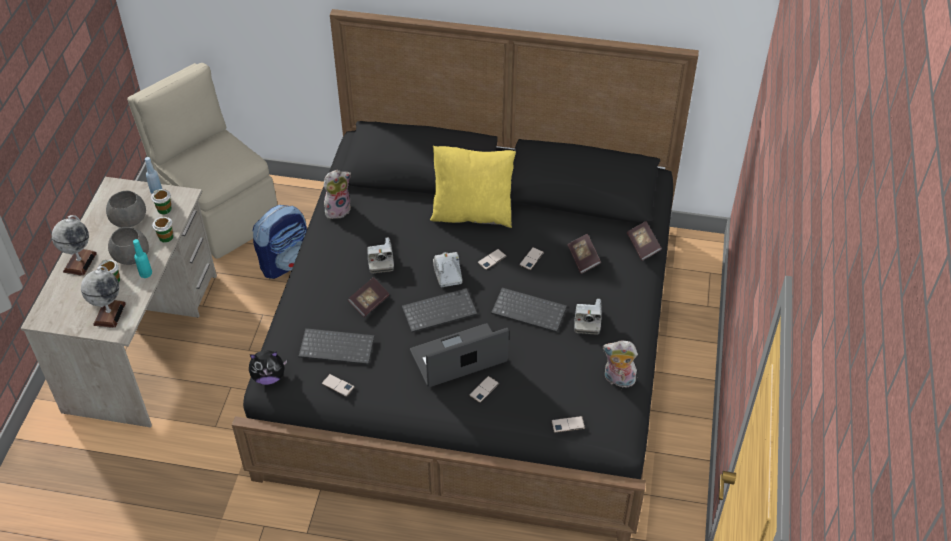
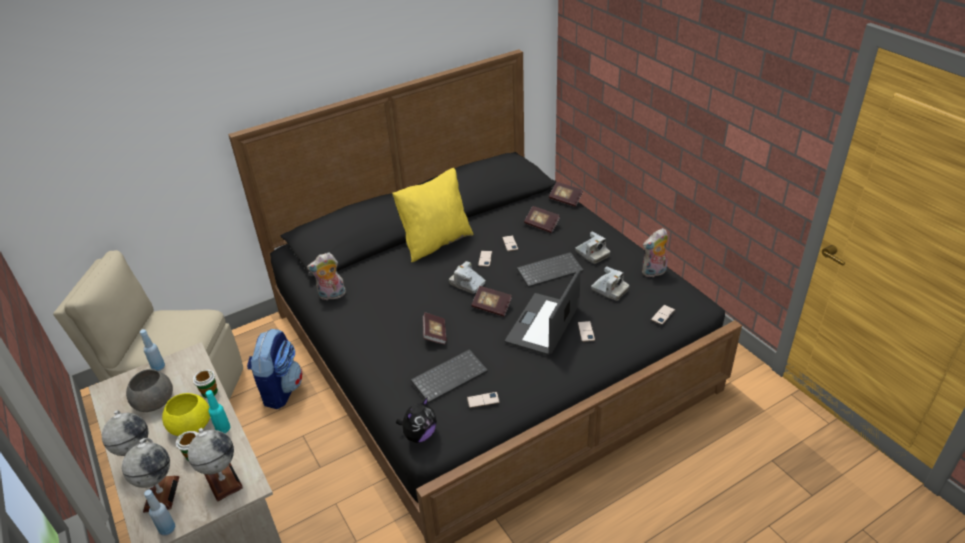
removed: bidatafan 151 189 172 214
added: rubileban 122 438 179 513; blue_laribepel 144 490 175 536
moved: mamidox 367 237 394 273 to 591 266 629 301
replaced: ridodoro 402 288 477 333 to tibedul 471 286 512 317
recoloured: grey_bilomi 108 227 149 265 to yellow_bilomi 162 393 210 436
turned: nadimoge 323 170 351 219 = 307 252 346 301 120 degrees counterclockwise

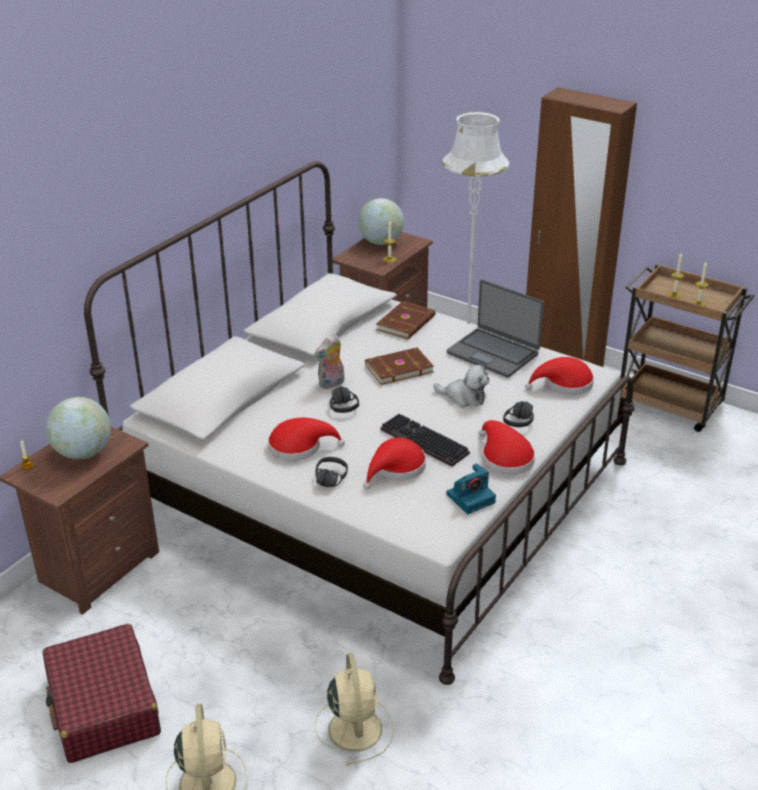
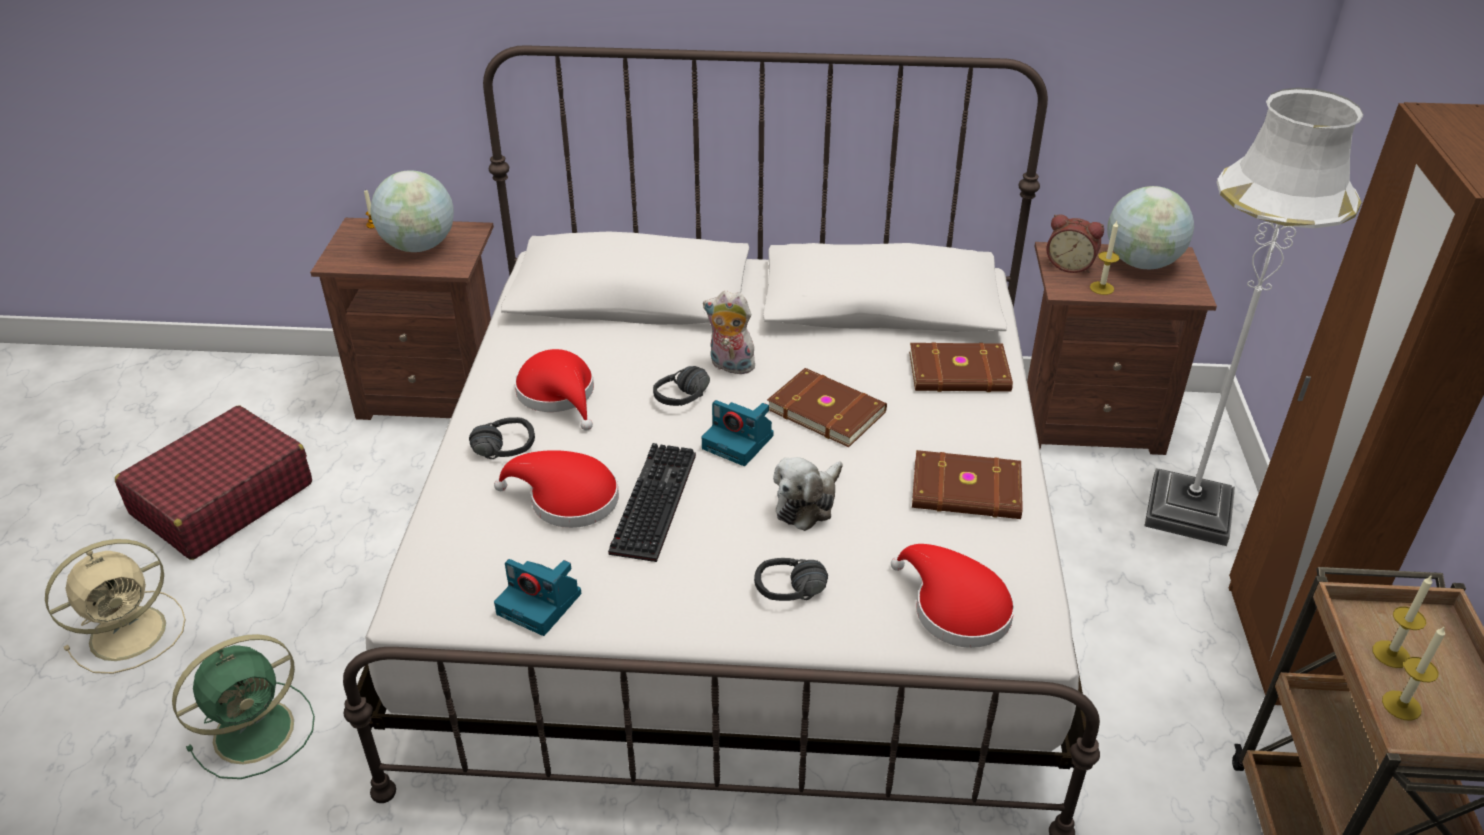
removed: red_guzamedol 479 420 535 475
added: mamidox 701 400 774 466; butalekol 1047 214 1104 273
replaced: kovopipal 447 280 544 378 to brown_tibedul 912 450 1023 519
recoloured: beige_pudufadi 314 653 394 766 to green_pudufadi 172 634 315 779
turned: nadimoge 433 365 489 407 = 773 457 842 531 45 degrees clockwise

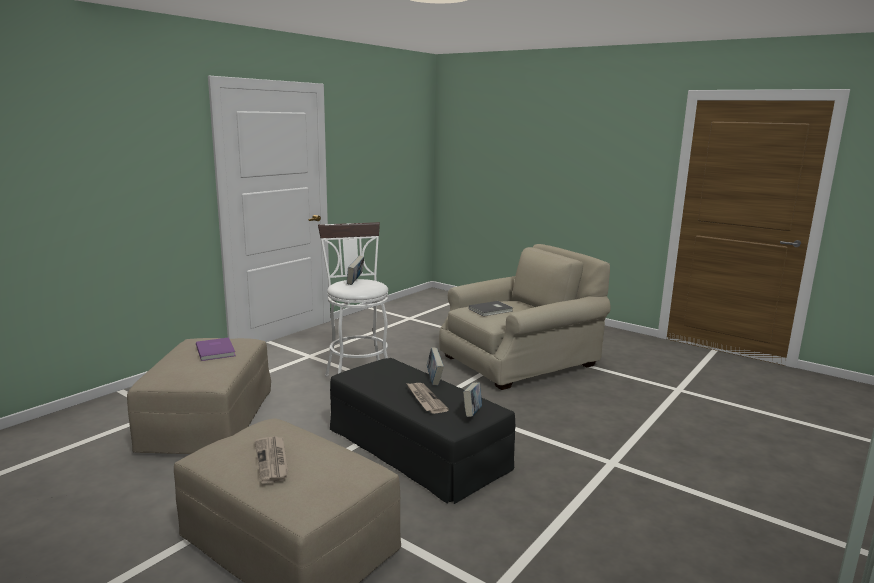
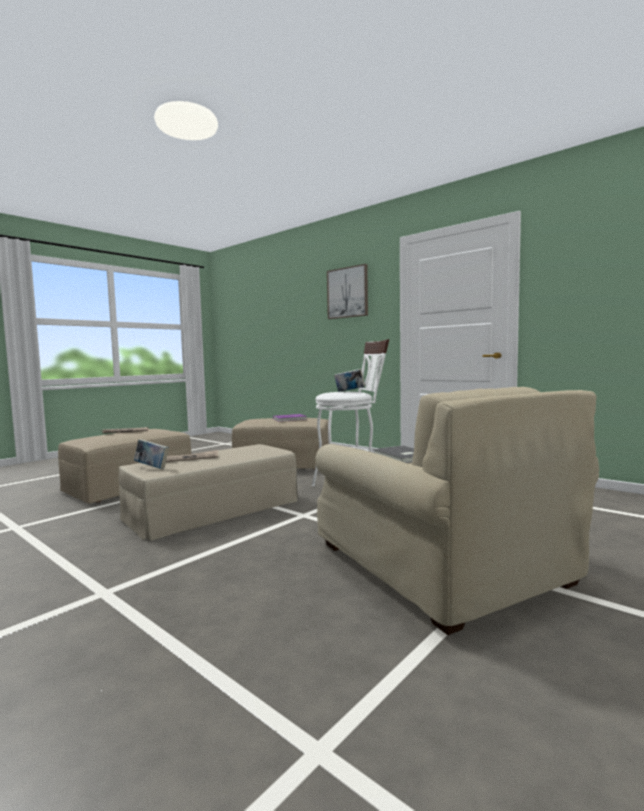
removed: tibedul 427 347 444 385
added: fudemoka 327 264 368 319
recoloured: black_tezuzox 330 358 515 504 to beige_tezuzox 118 444 298 541

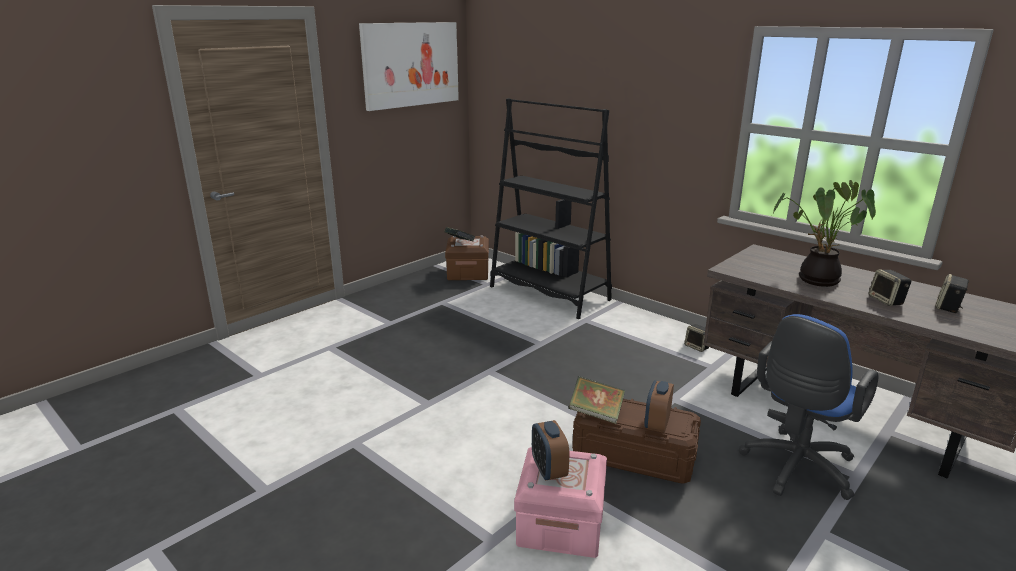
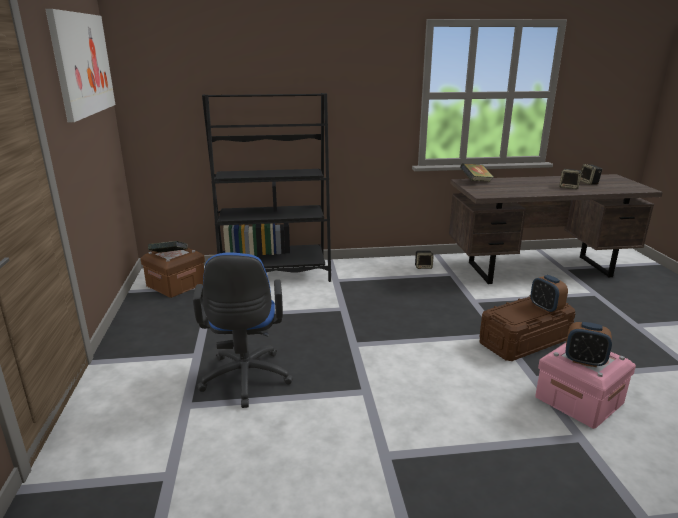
removed: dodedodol 772 180 876 287
moved: tibedul 569 376 626 424 to 460 163 493 182; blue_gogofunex 739 314 879 500 to 193 253 293 408

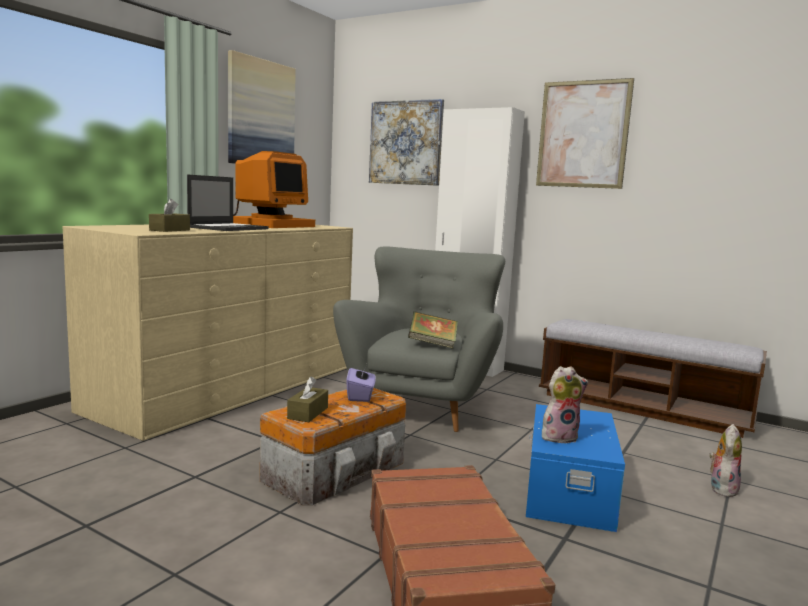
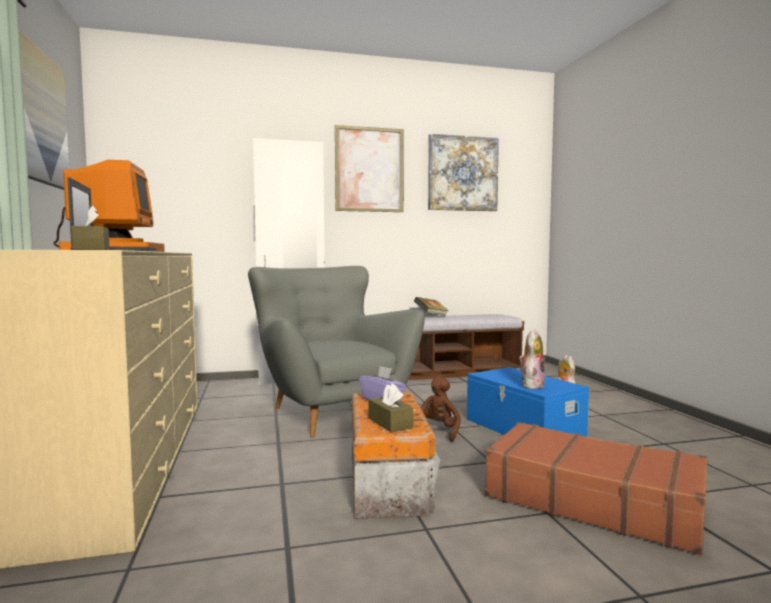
added: brown_nadimoge 421 376 461 442
moved: fudemoka 369 99 444 186 to 428 134 499 211; tibedul 408 311 458 348 to 414 297 449 316

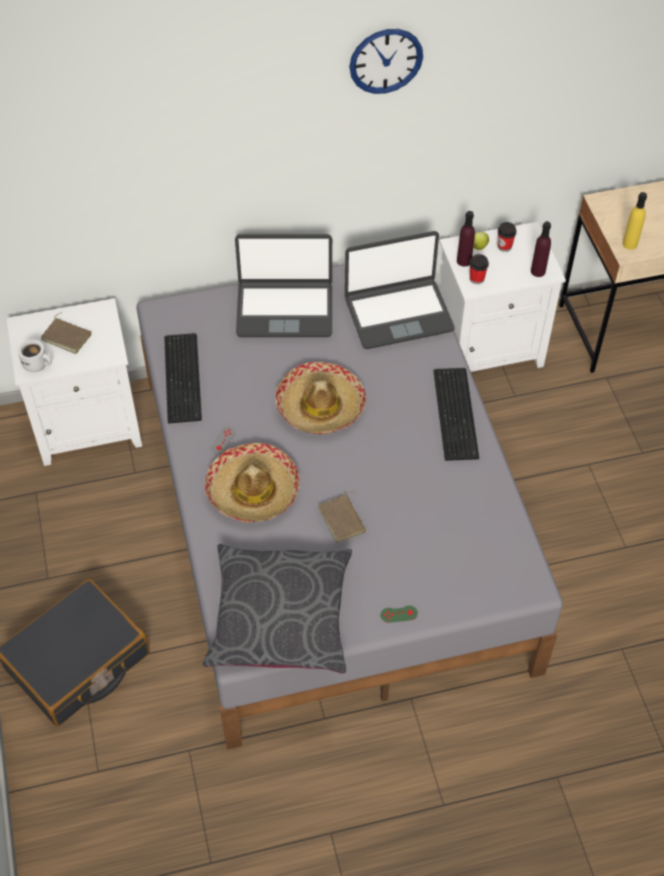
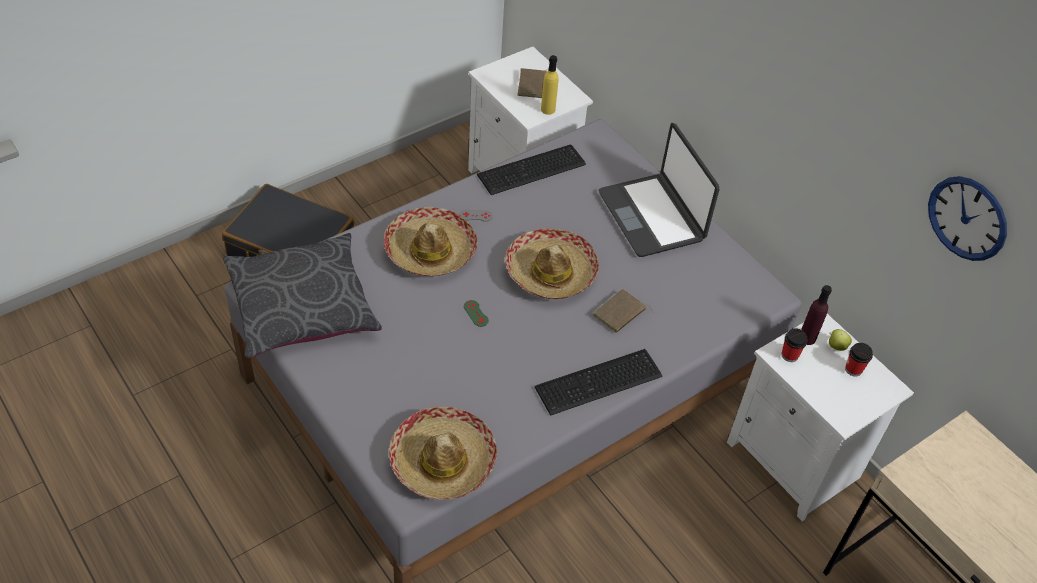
removed: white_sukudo 18 339 52 372; kovopipal 345 231 455 349; purple_laribepel 531 221 551 277
added: guzamedol 389 407 497 500
moved: brown_tibedul 318 492 366 543 to 593 289 654 333; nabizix 349 29 423 94 to 928 176 1007 261; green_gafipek 381 605 418 623 to 464 300 489 327; yellow_laribepel 622 192 647 250 to 541 55 559 115

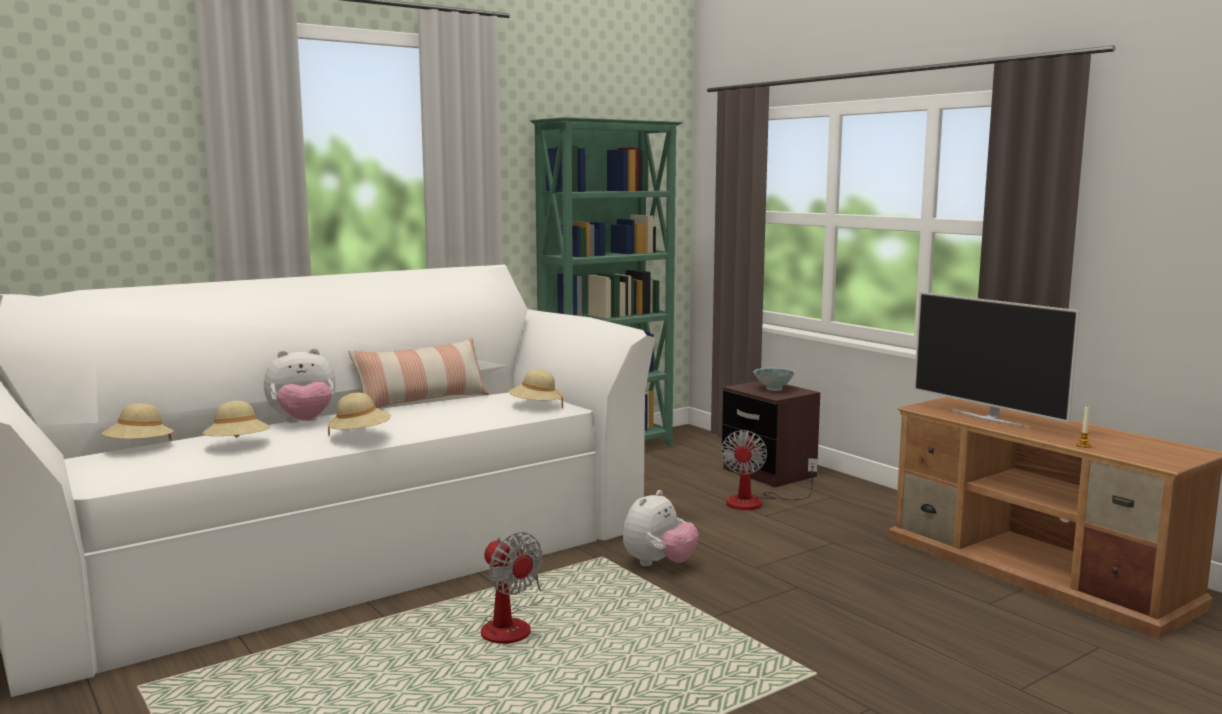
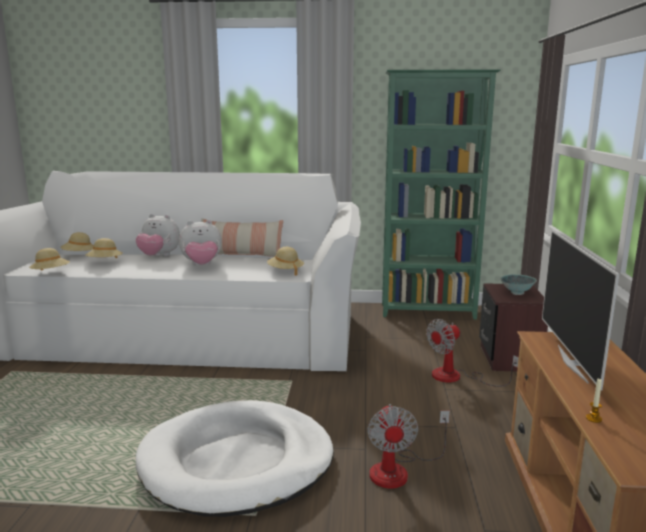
added: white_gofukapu 136 400 334 517
moved: beige_guzamedol 328 393 391 436 to 29 248 70 271; pudufadi 481 532 544 644 to 367 404 450 489; nadimoge 623 490 699 566 to 179 220 222 265

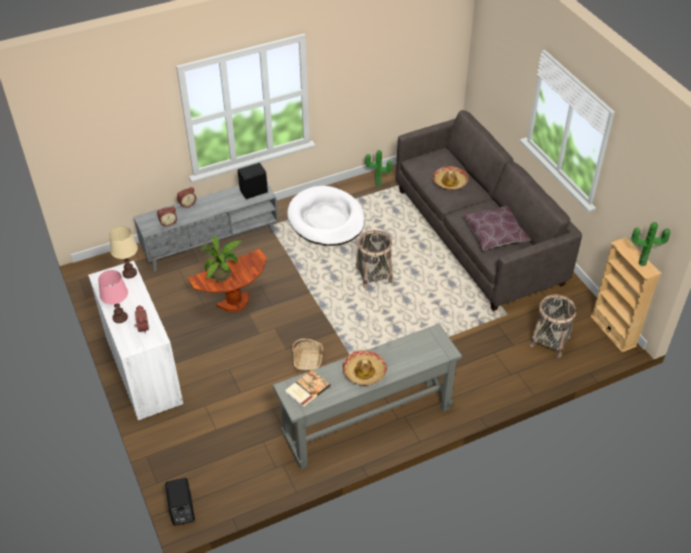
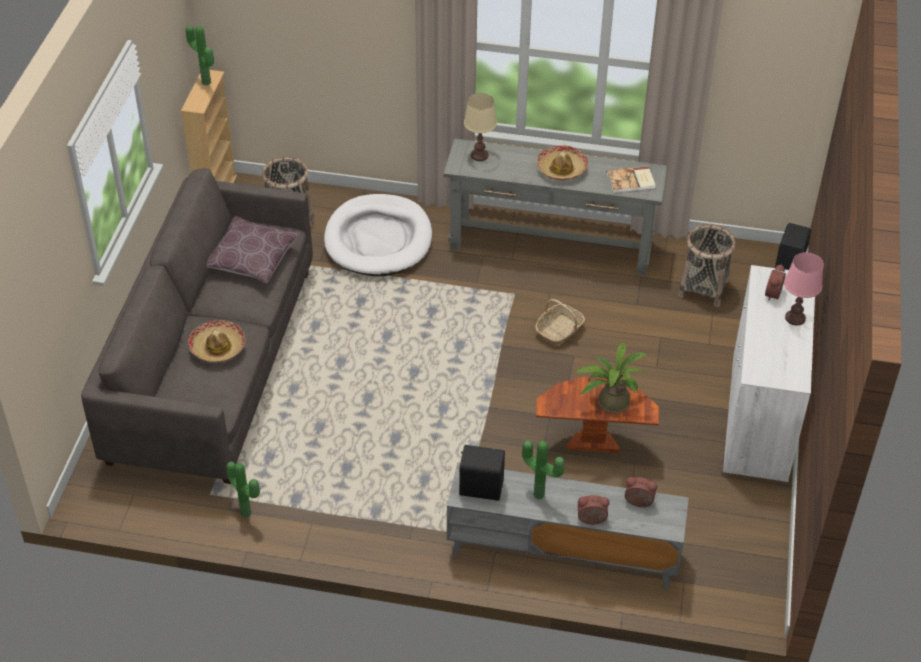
added: dodedodol 522 441 564 500
moved: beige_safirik 109 226 138 278 to 464 93 497 161; white_gofukapu 287 186 365 246 to 324 194 432 276; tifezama 356 230 393 288 to 678 224 735 307

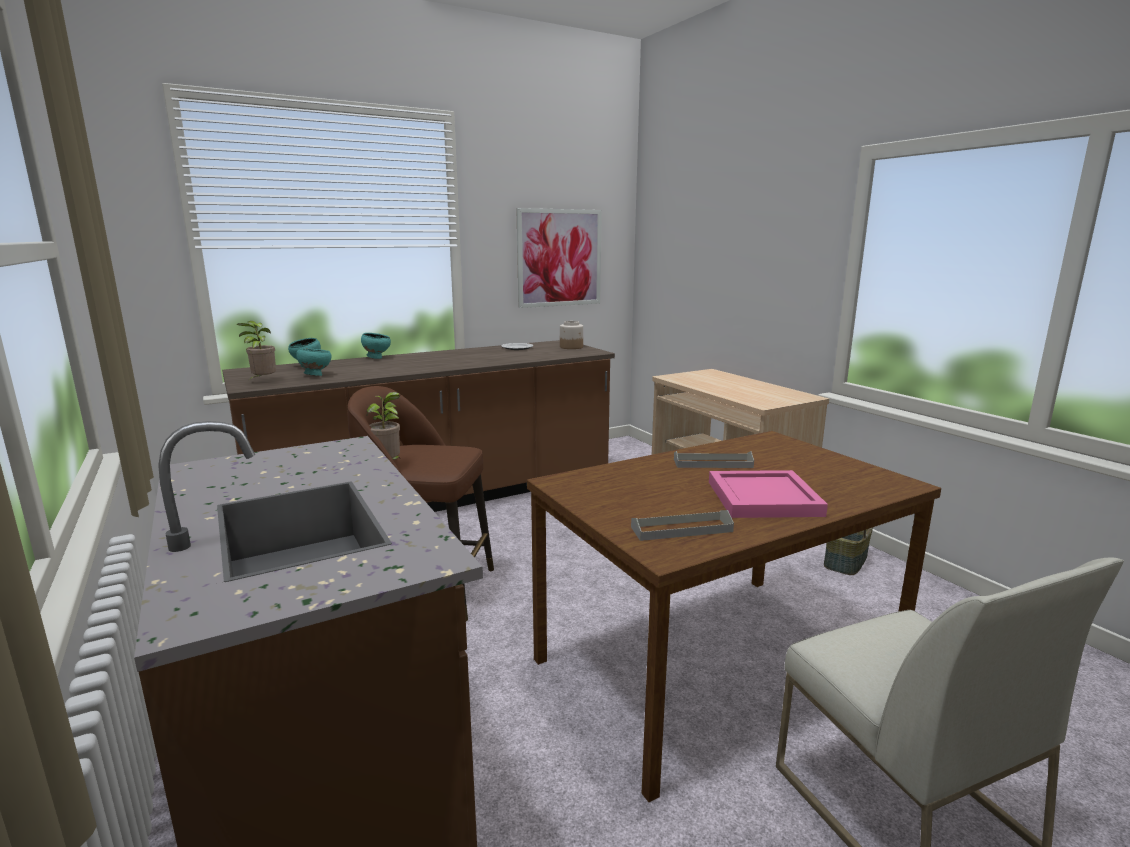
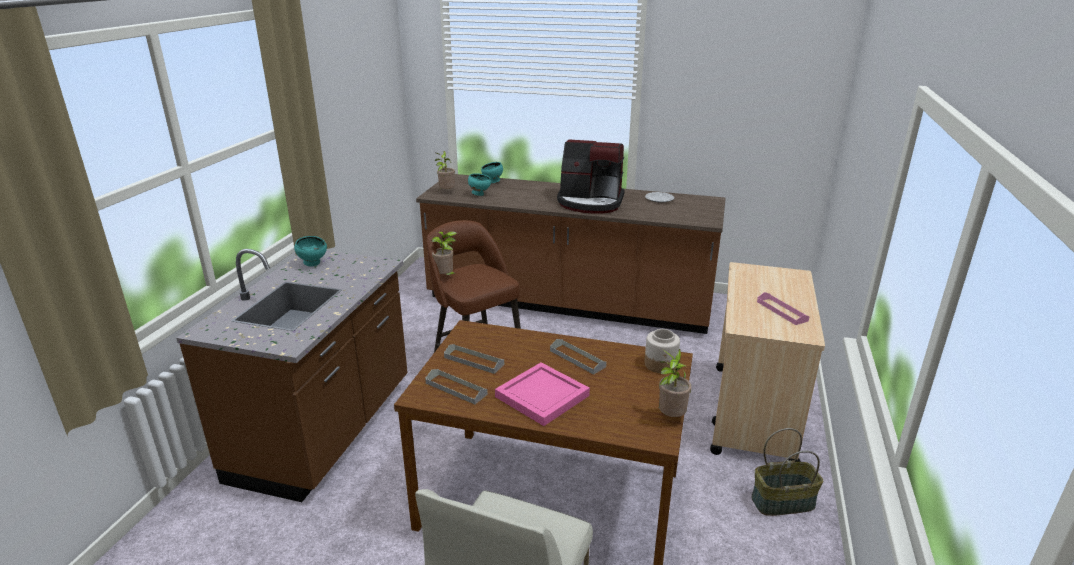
removed: fudemoka 516 208 602 308
added: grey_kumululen 444 344 504 374; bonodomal 557 139 625 214; dodedodol 658 349 692 417; pink_kumululen 757 292 810 325
moved: turquoise_bilomi 361 333 391 359 to 294 236 327 267; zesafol 560 321 583 349 to 644 329 680 373

